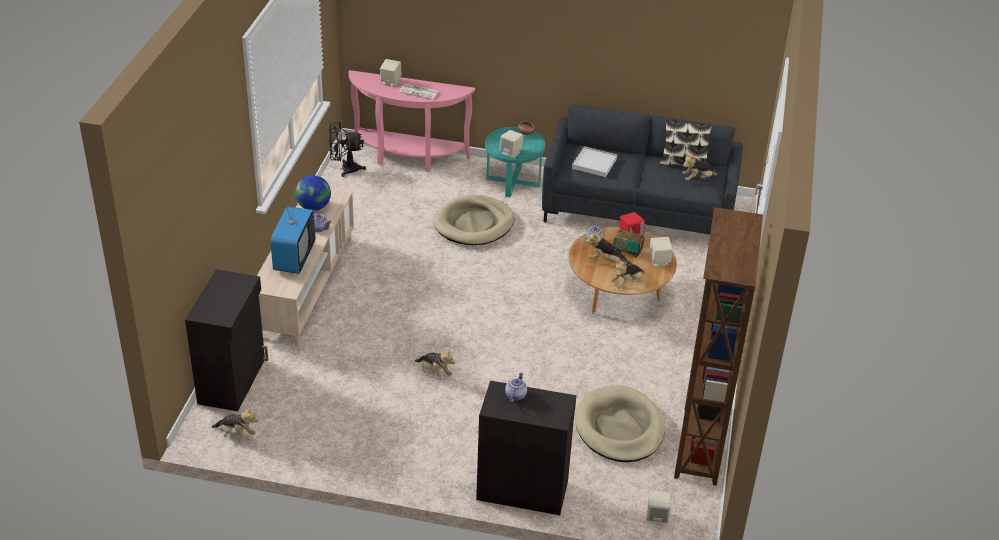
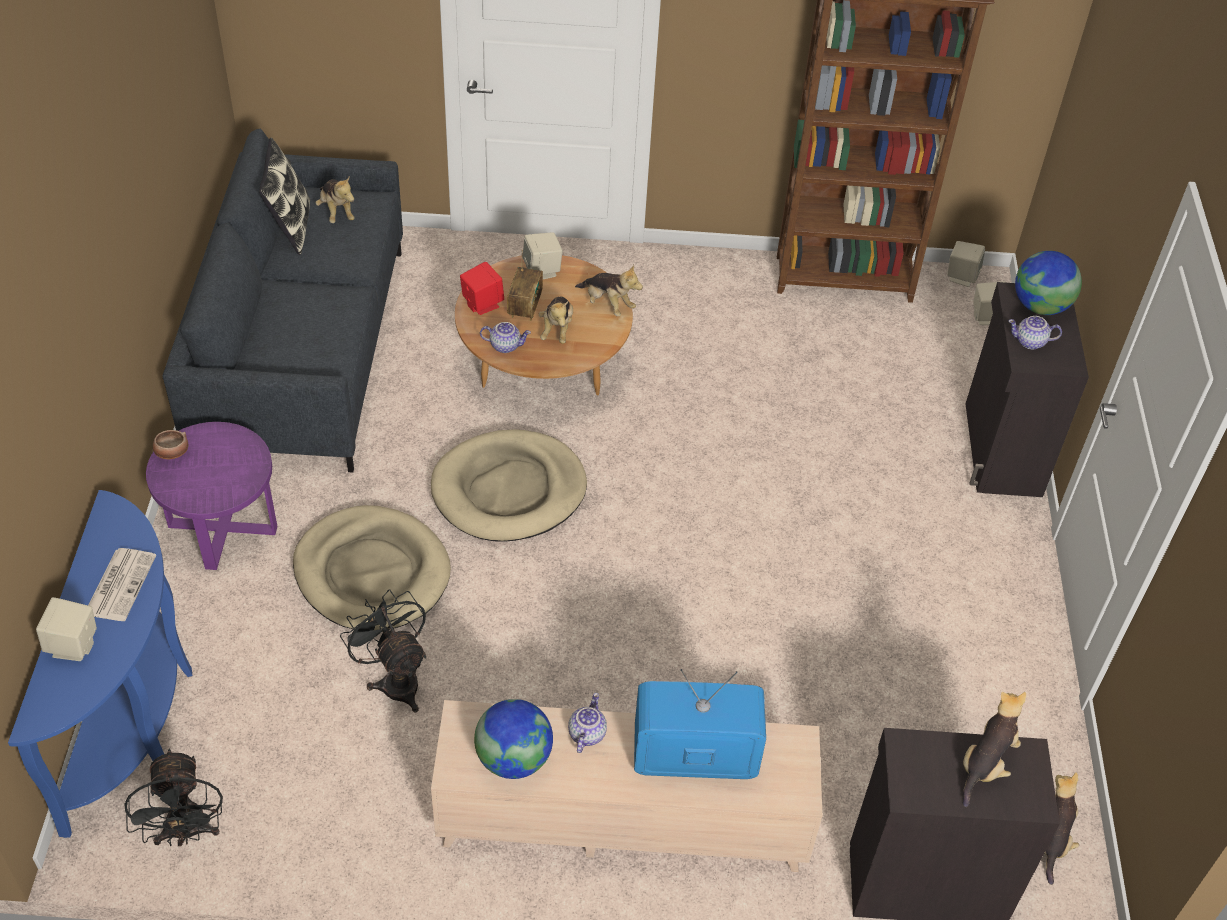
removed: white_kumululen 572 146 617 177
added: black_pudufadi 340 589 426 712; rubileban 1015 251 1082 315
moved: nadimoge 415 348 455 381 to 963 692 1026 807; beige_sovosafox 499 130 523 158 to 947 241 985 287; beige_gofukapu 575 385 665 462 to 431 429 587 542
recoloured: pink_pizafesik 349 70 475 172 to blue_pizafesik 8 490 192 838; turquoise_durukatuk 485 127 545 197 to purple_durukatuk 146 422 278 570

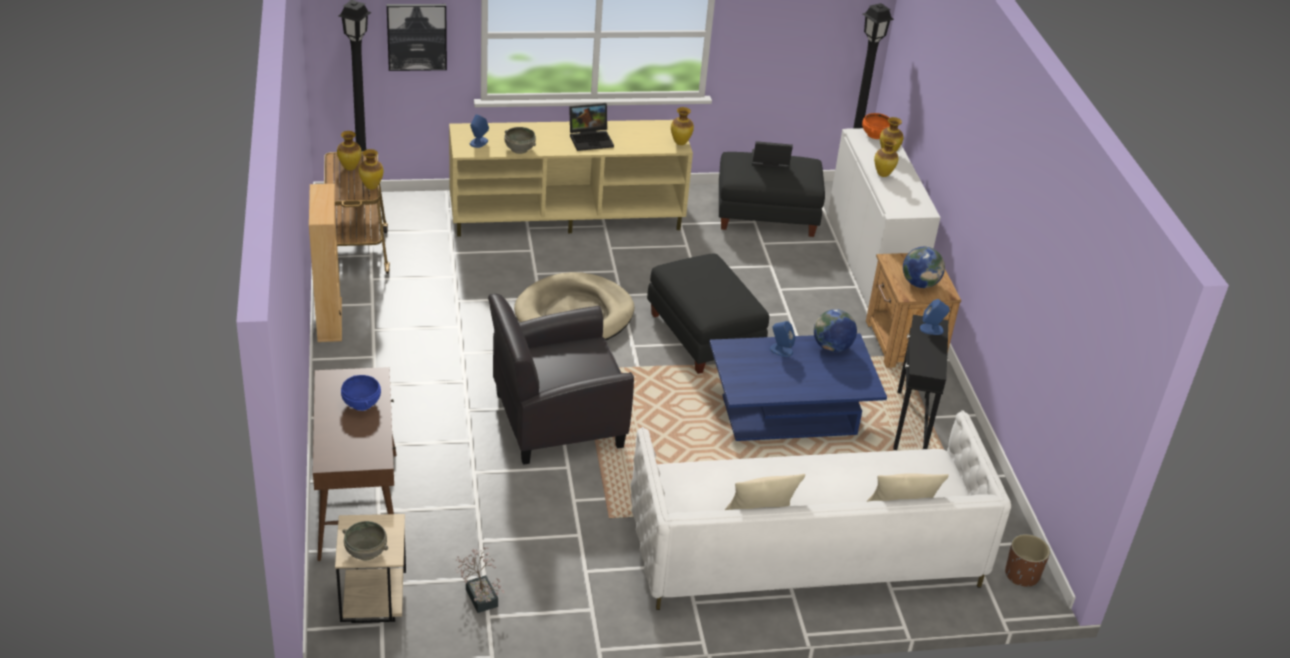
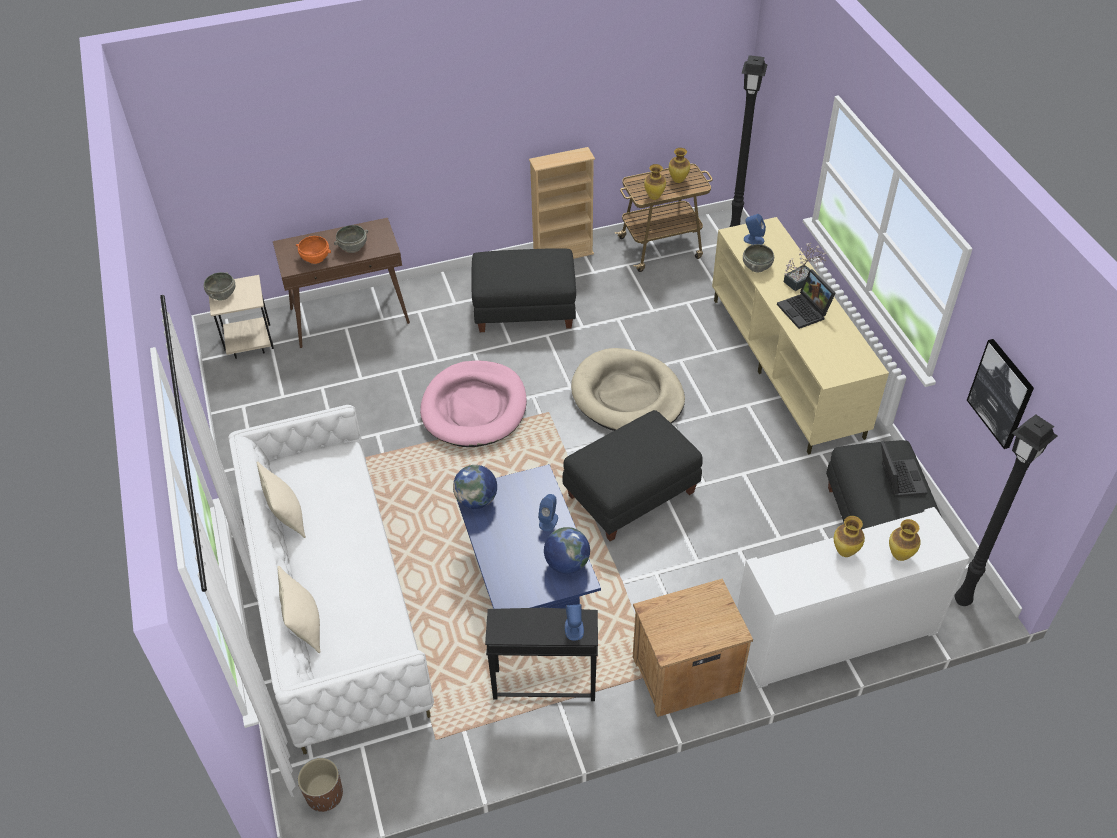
removed: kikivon 671 107 694 145
added: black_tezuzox 471 248 576 332
moved: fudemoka 387 4 447 71 to 967 339 1034 449; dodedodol 456 547 504 613 to 784 242 827 291; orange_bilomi 862 113 890 139 to 296 236 331 264; rubileban 903 247 945 288 to 453 465 497 509
replaced: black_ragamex 488 293 634 465 to pink_gofukapu 420 360 527 447
recoloured: blue_bilomi 341 375 381 411 to grey_bilomi 334 225 368 253

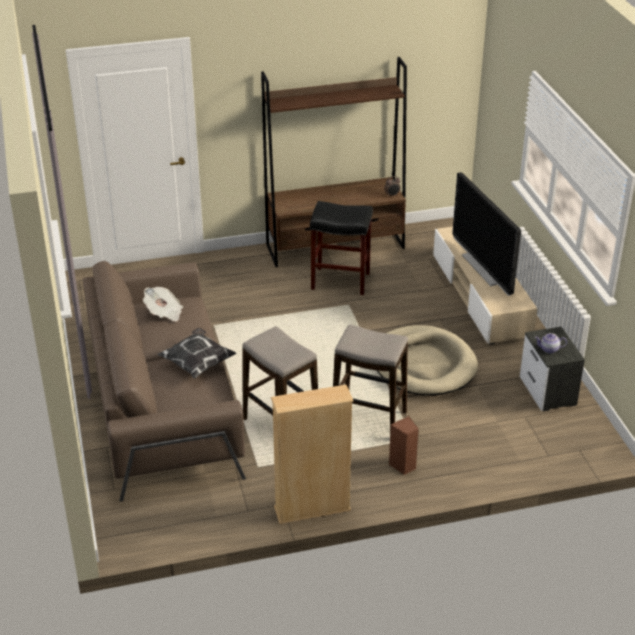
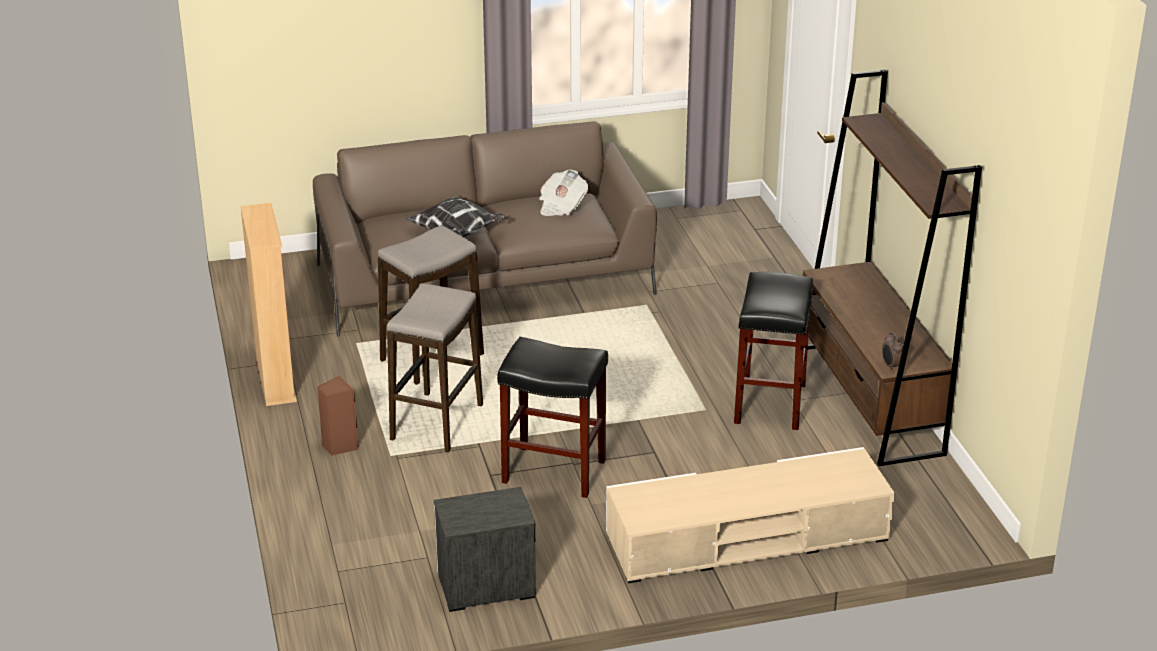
removed: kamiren 452 172 521 296; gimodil 534 333 567 354
replaced: beige_gofukapu 377 325 478 396 to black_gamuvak 497 337 608 498

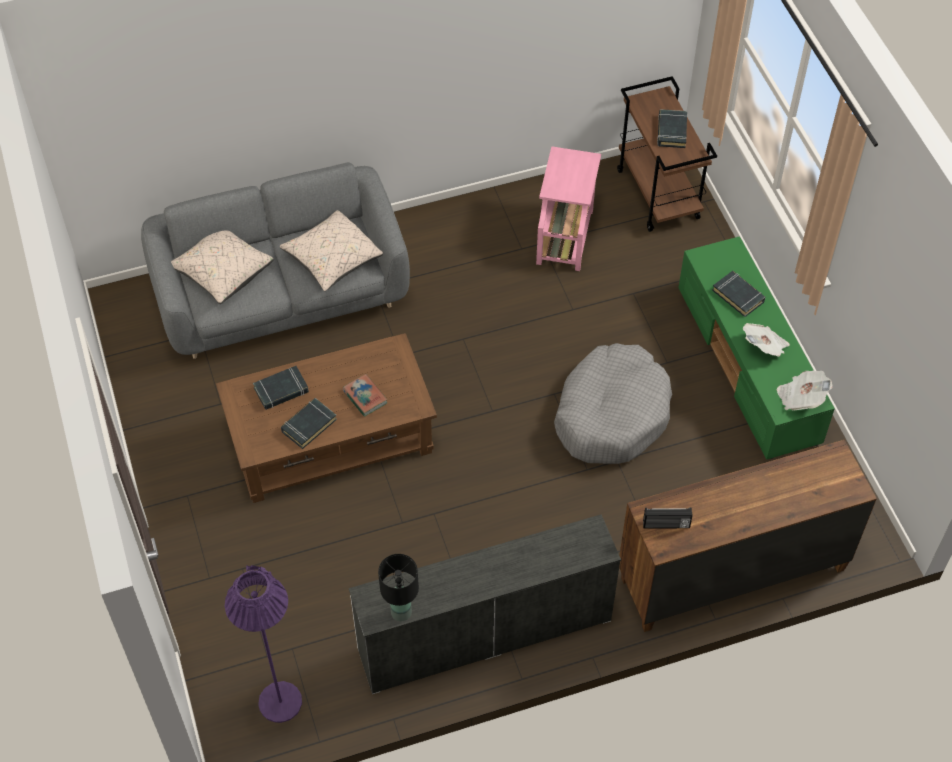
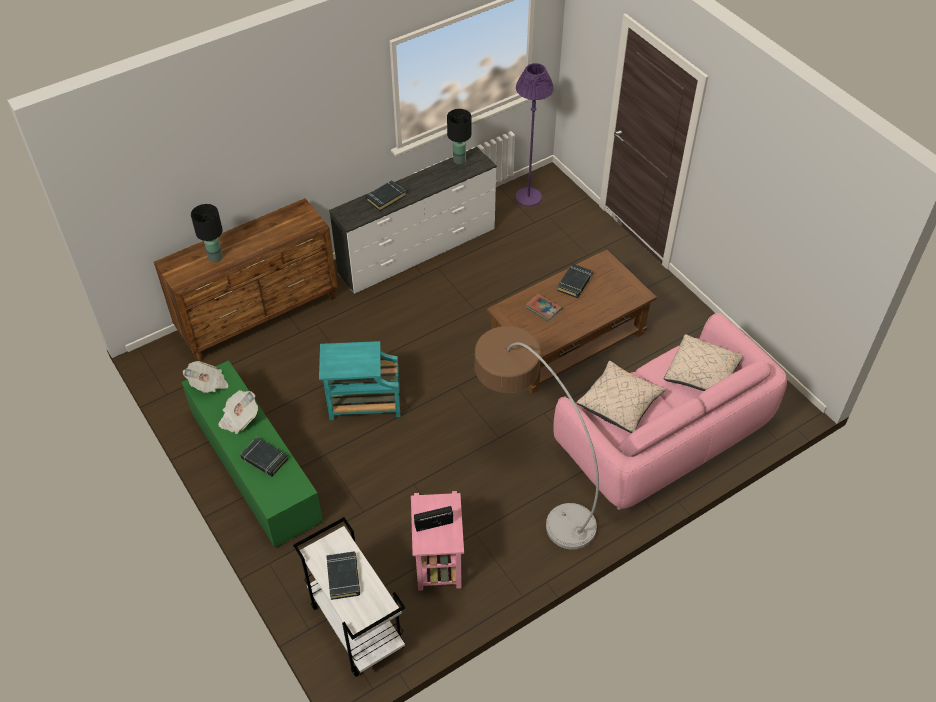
added: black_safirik 191 204 223 262; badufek 475 326 599 550
moved: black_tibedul 253 366 309 410 to 366 180 406 211; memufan 643 507 693 529 to 414 506 453 532
replaced: grey_gofukapu 554 343 672 464 to turquoise_durukatuk 319 341 400 420
recoloured: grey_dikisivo 141 162 410 359 to pink_dikisivo 554 313 787 510; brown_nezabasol 617 76 717 232 to white_nezabasol 293 517 405 677

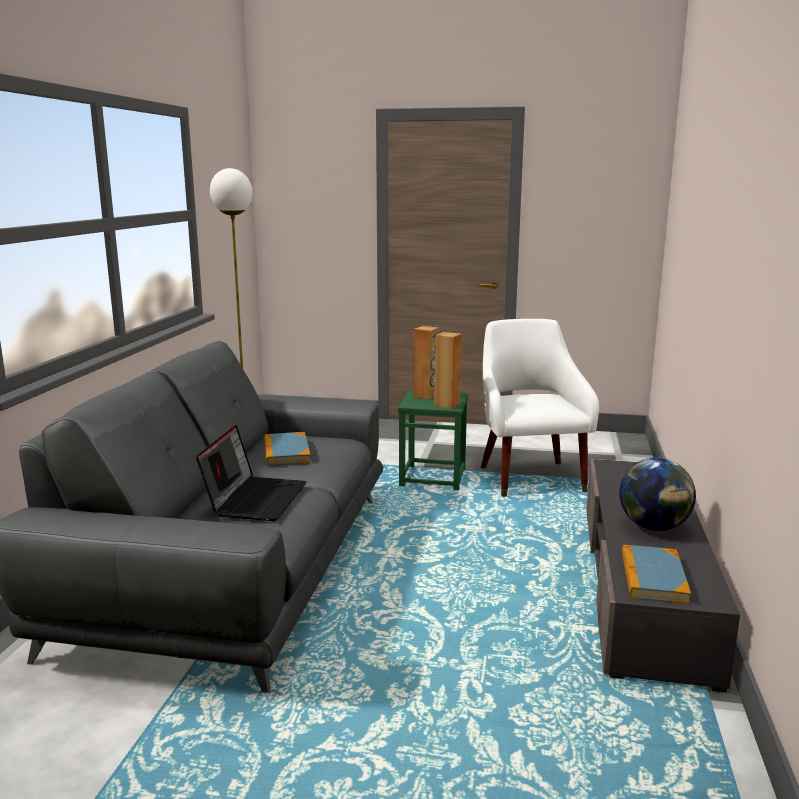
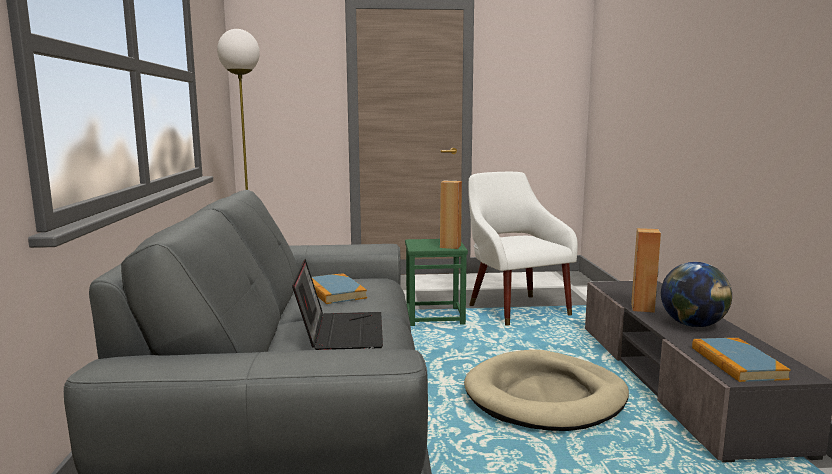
added: beige_gofukapu 464 350 629 431
moved: brown_sovosafox 413 326 439 400 to 631 228 661 313

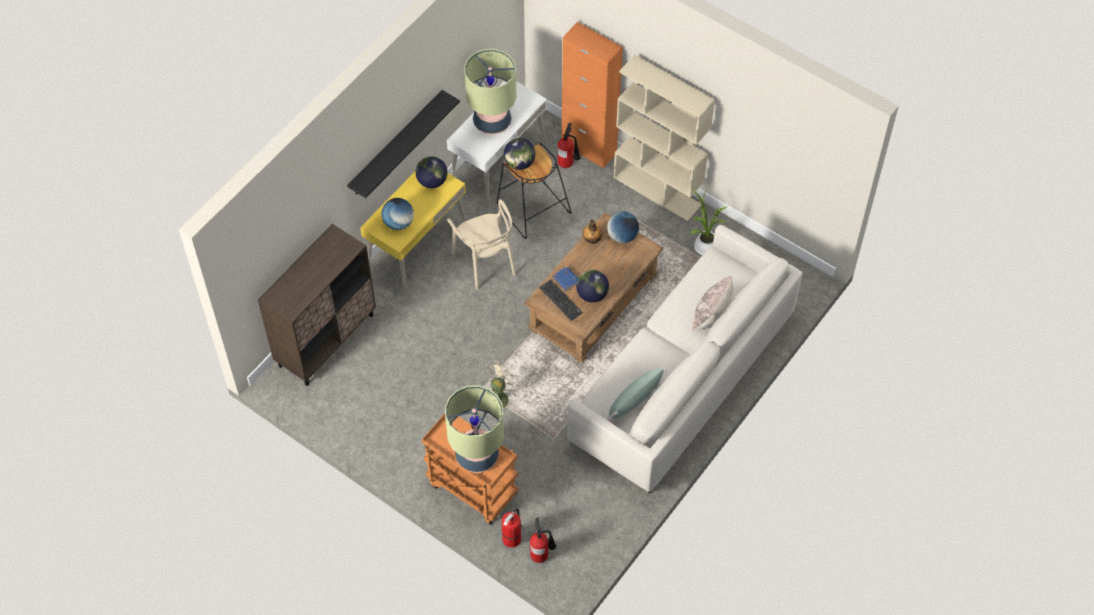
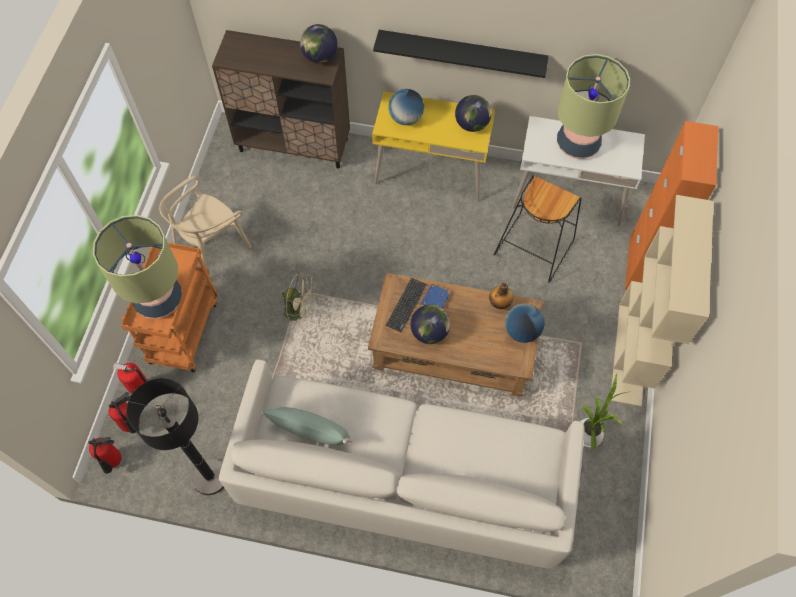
removed: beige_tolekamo 692 276 733 331
added: black_badufek 126 378 224 495
moved: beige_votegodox 447 199 516 290 to 159 176 252 268; rubileban 504 138 535 170 to 300 24 338 63; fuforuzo 558 123 581 168 to 88 437 122 474

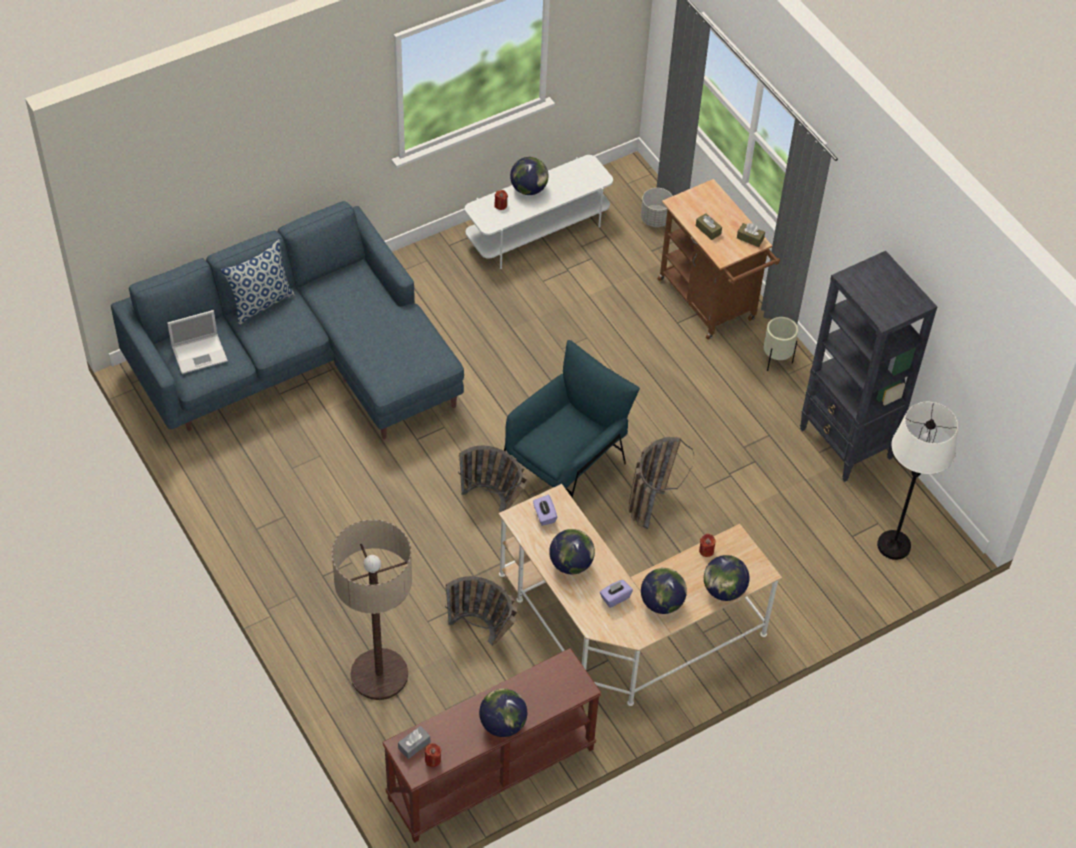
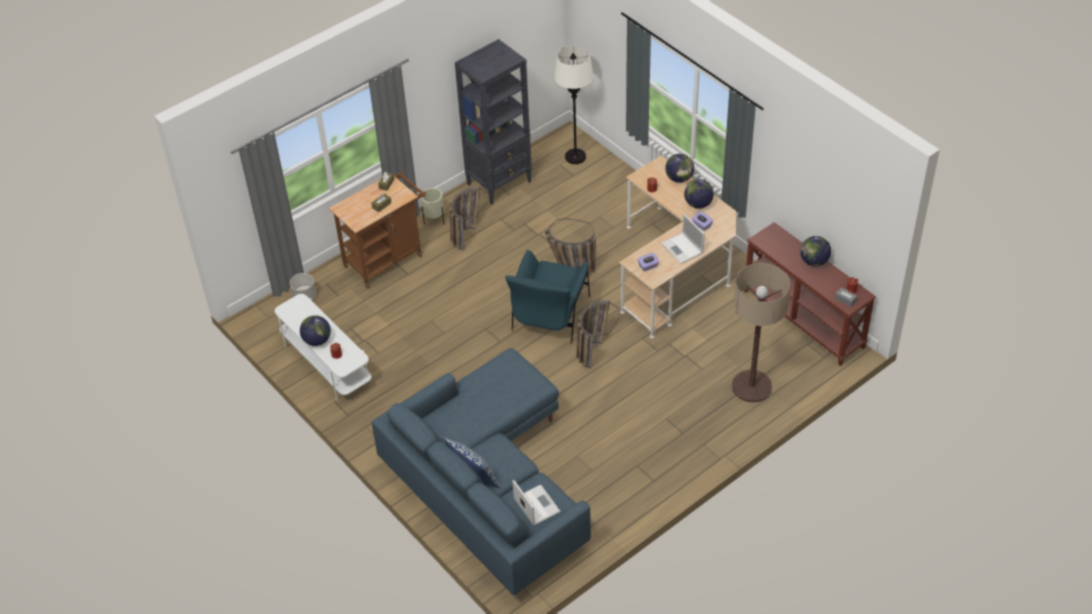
moved: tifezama 445 576 517 646 to 450 187 488 251
replaced: rubileban 549 529 595 575 to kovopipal 661 214 705 264
turned: blue_ragamex 504 340 640 498 = 505 250 590 344 105 degrees counterclockwise

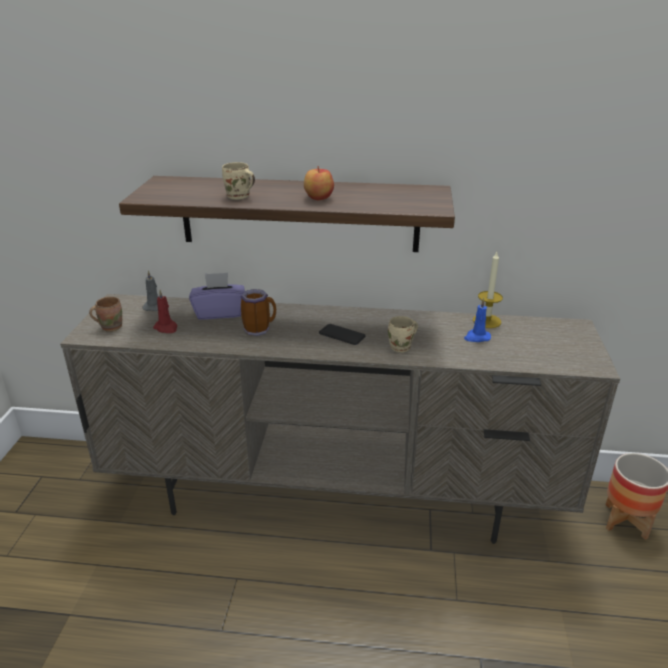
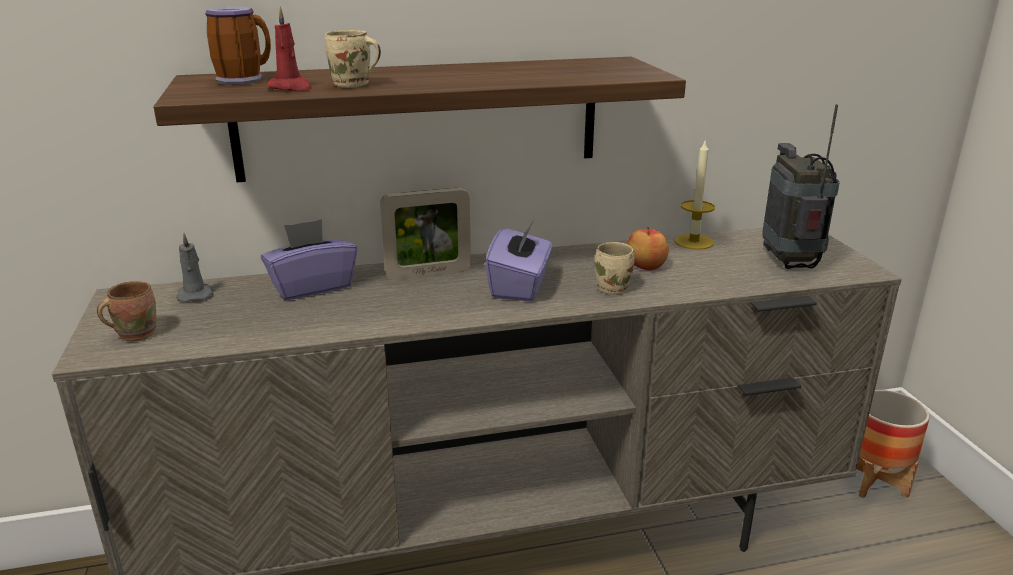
removed: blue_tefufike 464 299 491 342
added: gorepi 380 187 471 279; memufan 762 104 840 269
moved: red_tefufike 153 290 177 333 to 267 7 312 91; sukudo 241 289 276 336 to 205 6 271 85; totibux 304 166 334 200 to 627 227 669 270
replaced: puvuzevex 319 324 365 345 to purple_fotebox 485 220 552 301

